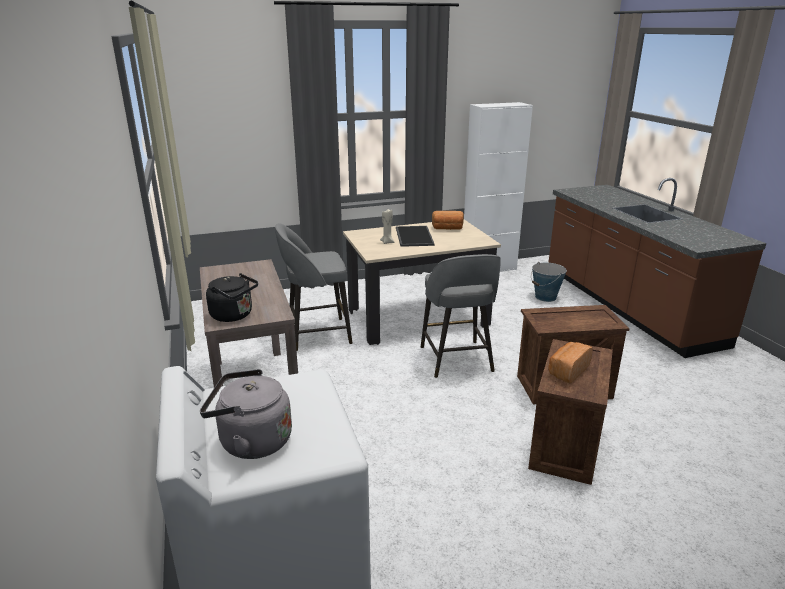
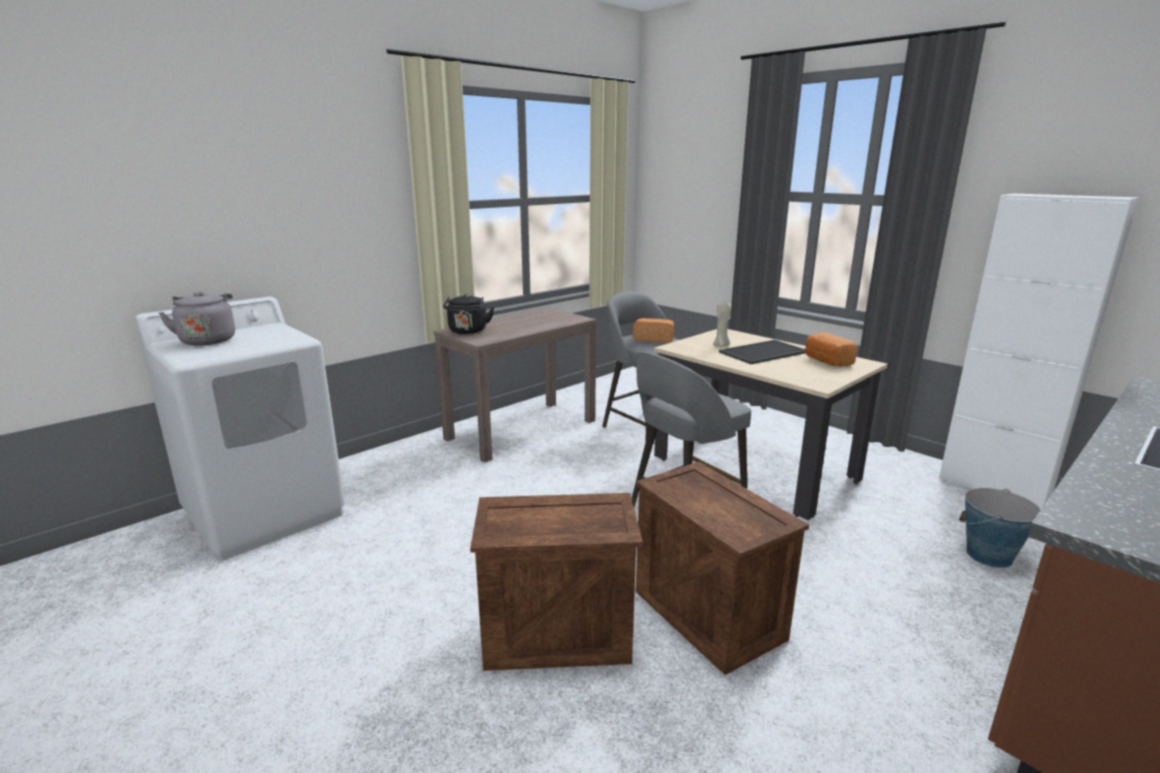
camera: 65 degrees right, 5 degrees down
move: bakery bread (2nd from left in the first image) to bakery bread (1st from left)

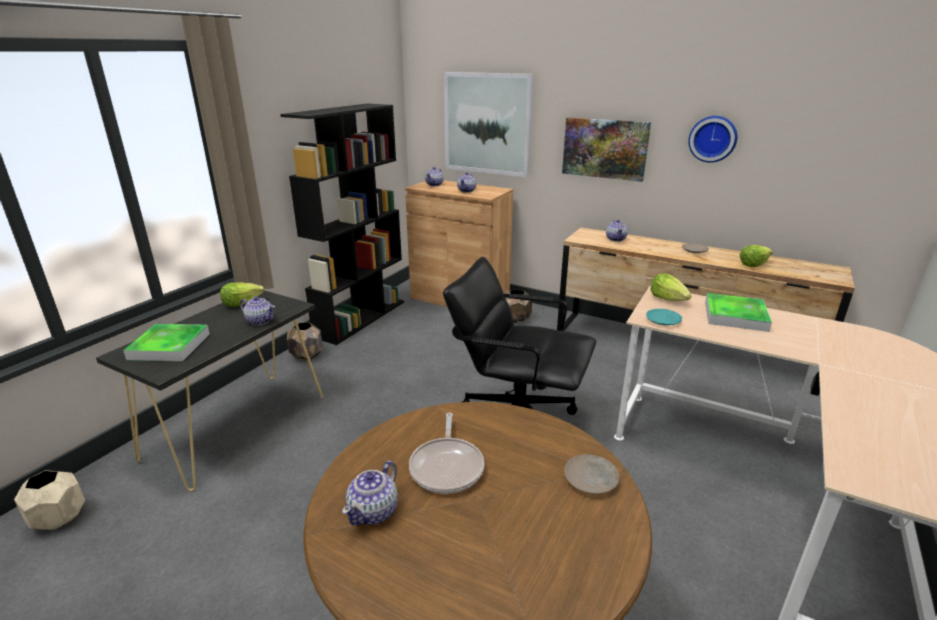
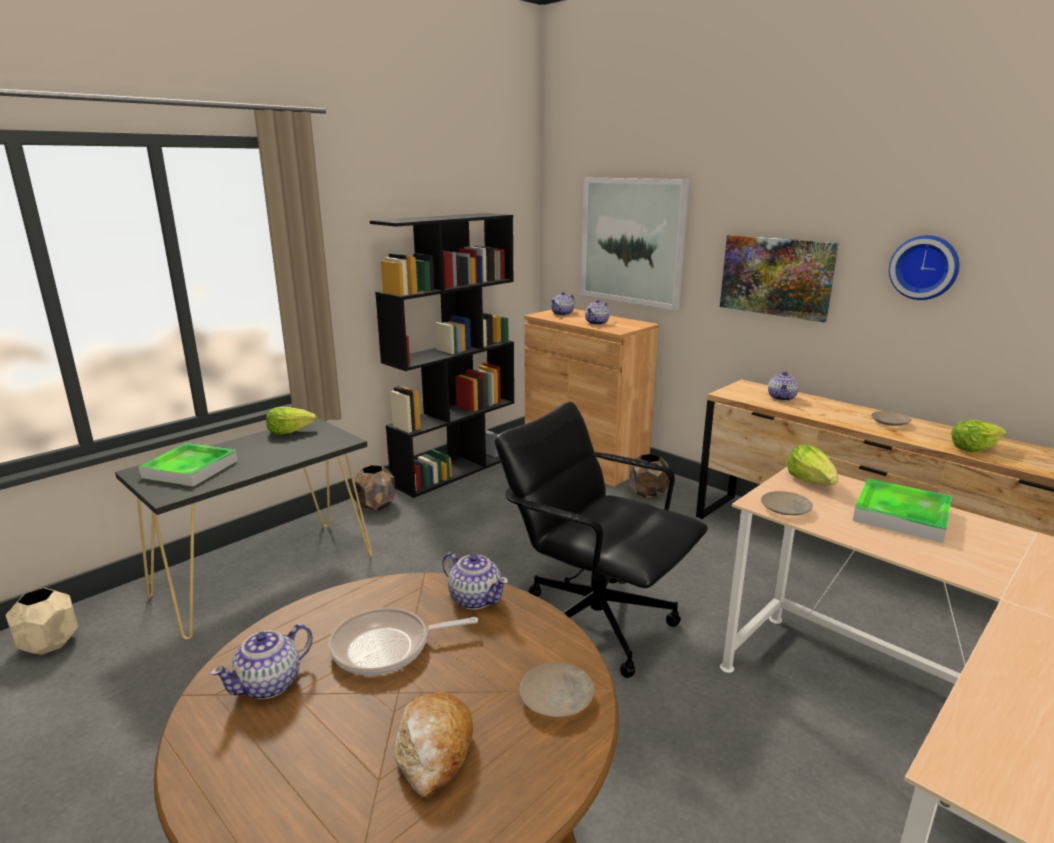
camera: 15 degrees right, 5 degrees down
insert: bakery bread
move: tea pot (1st from left in the first image) to tea pot (2nd from left)
recolor: turquoise-coloured dinner plate to beige dinner plate (2nd from left)
rotate: skillet 60 degrees clockwise

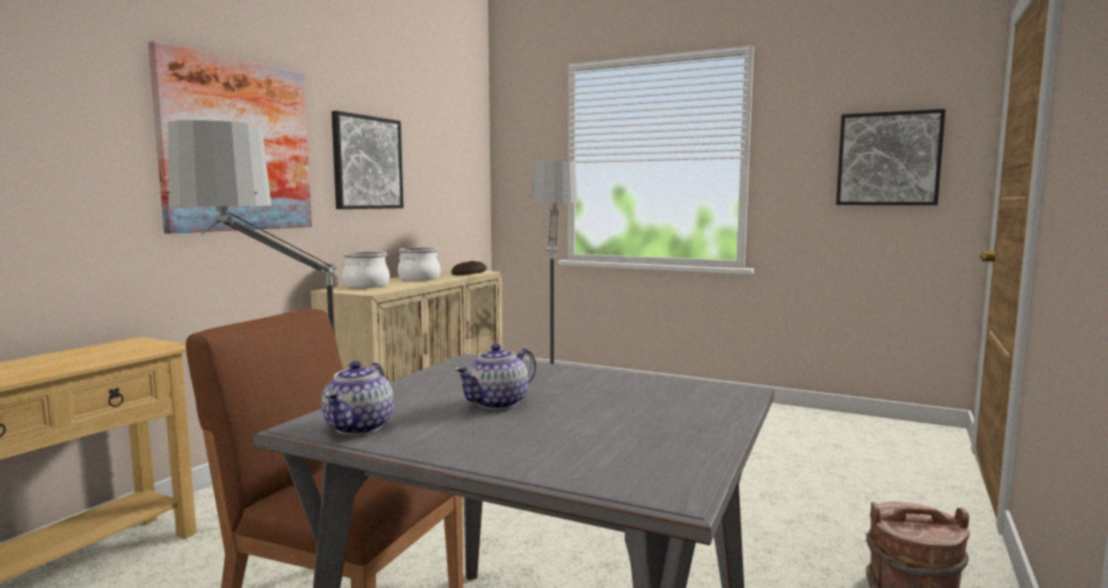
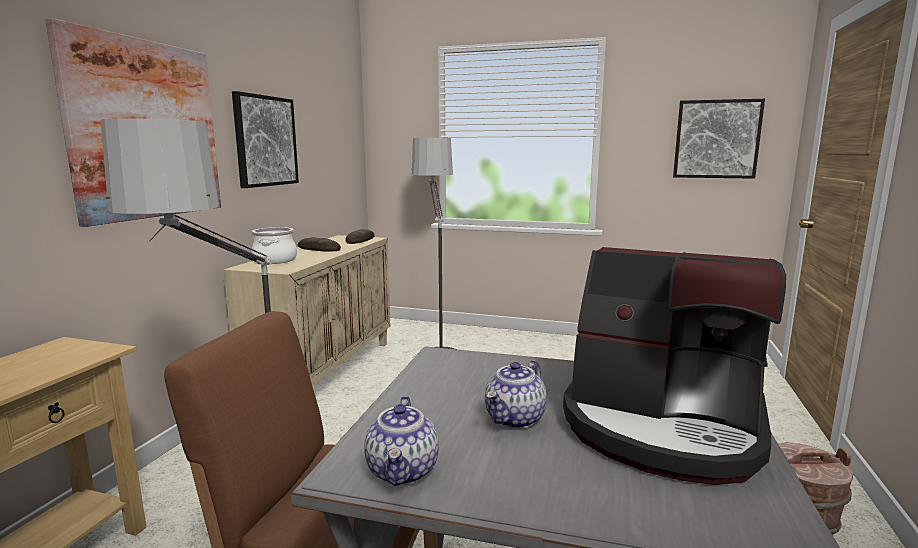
camera: 10 degrees left, 5 degrees up
insert: coffee machine
replace: stockpot (2nd from left) to bakery bread (1st from left)

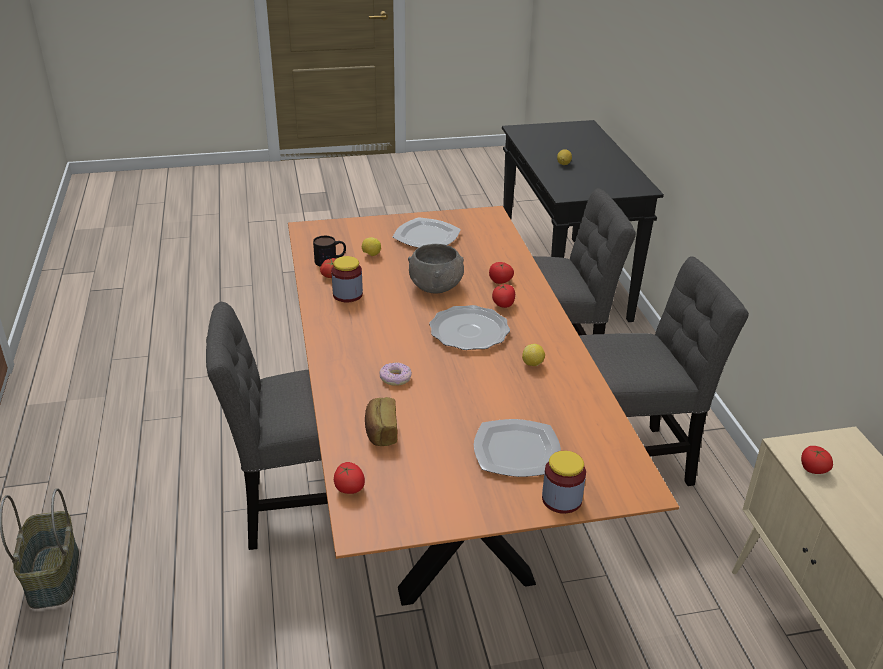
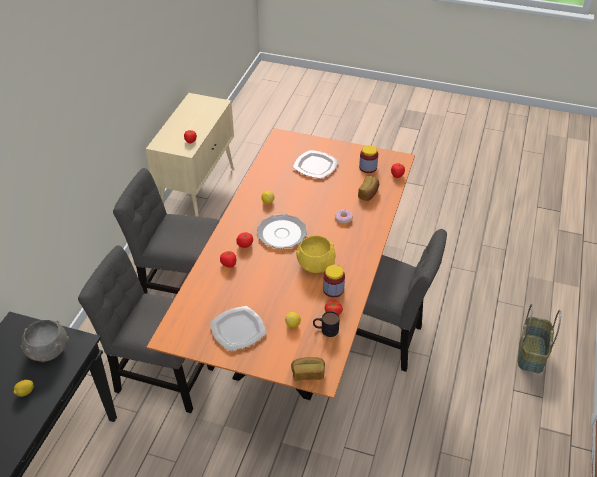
camera: 150 degrees left, 10 degrees up
insert: bakery bread (1st from left); yellowish deep dish
move: grey deep dish; jar (2nd from left)

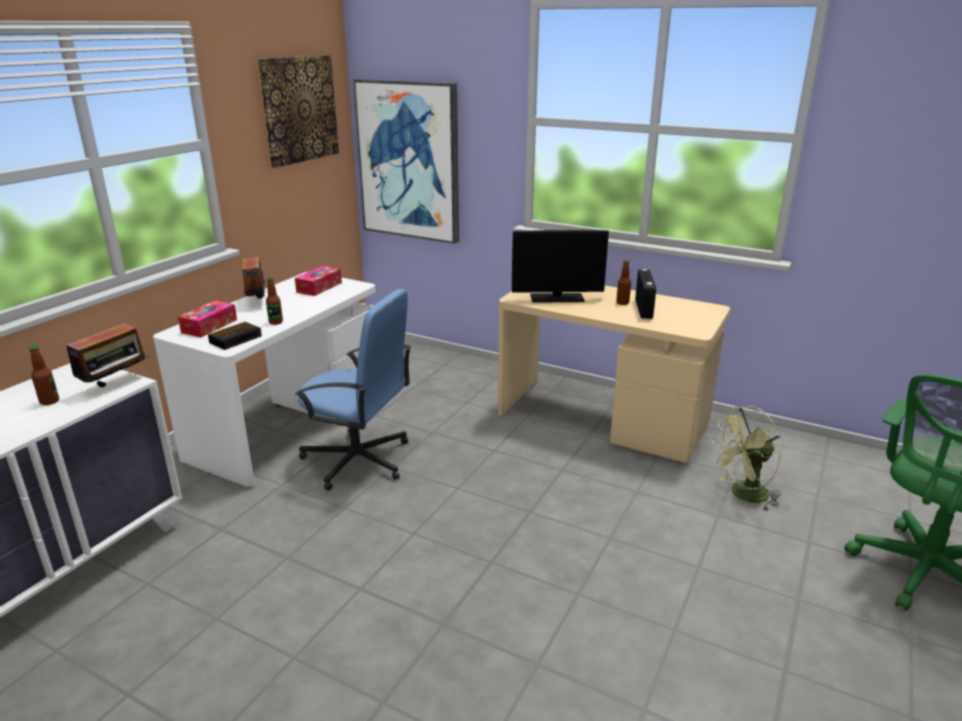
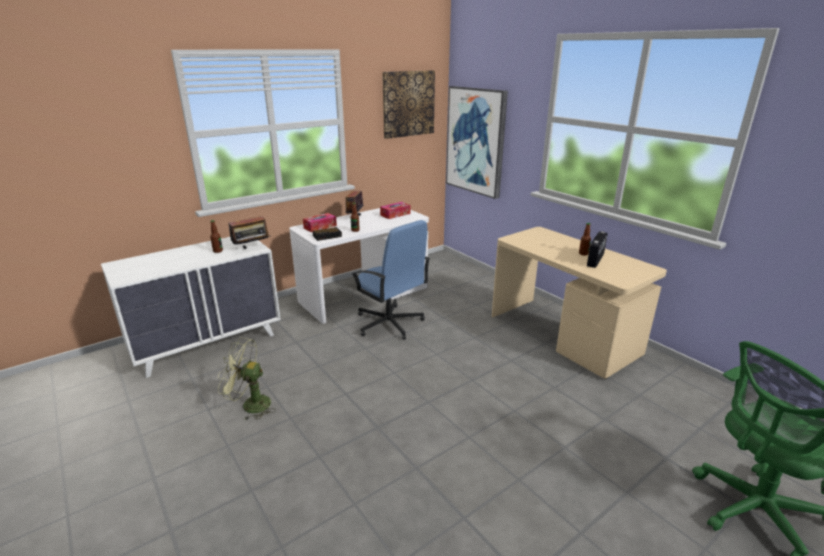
camera: 25 degrees right, 0 degrees up
delete: computer display
move: green-coloured cooling fan

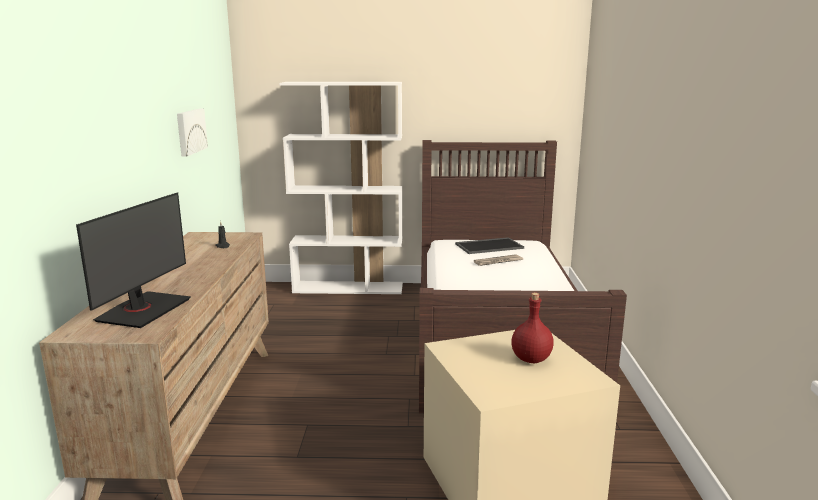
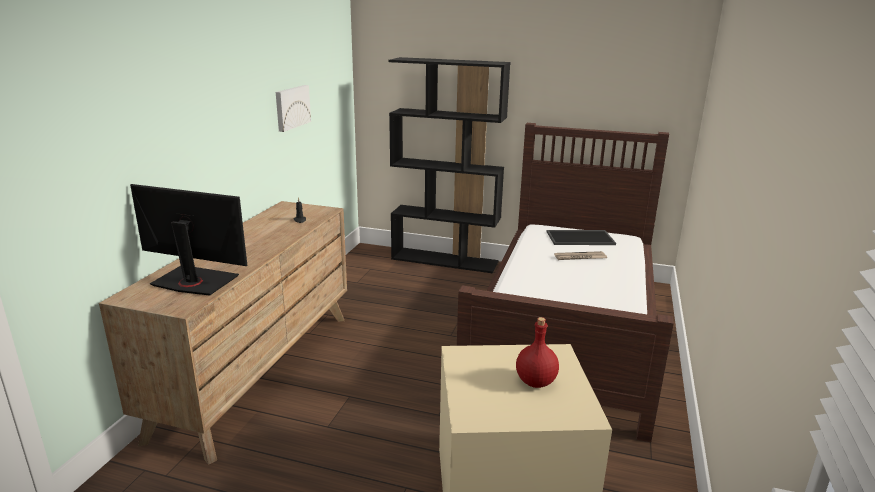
camera: 15 degrees right, 5 degrees up
recolor: whitish shelving unit to black-coloured shelving unit
rotate: computer display 105 degrees counterclockwise

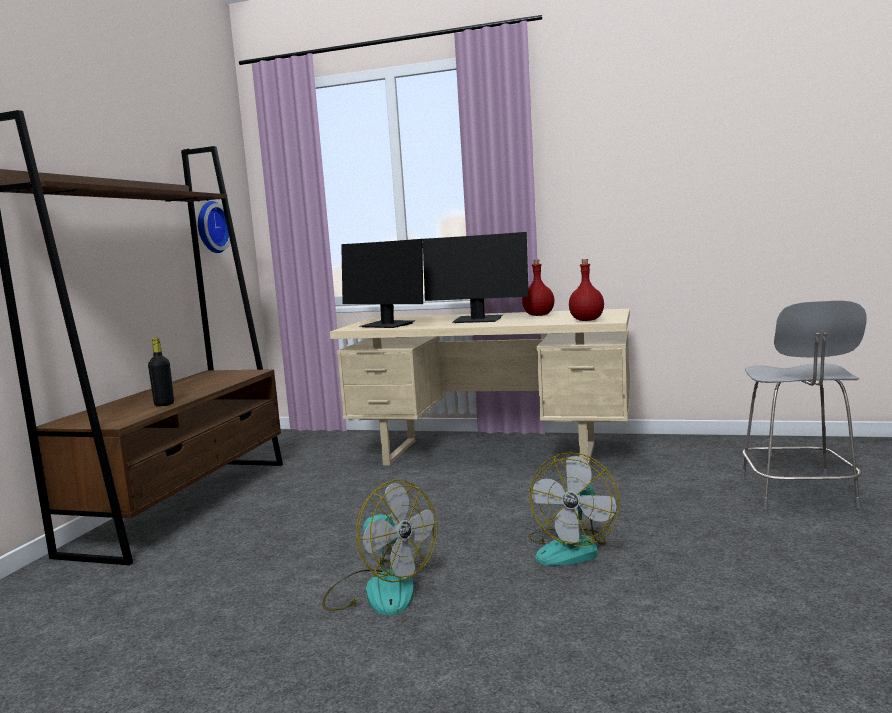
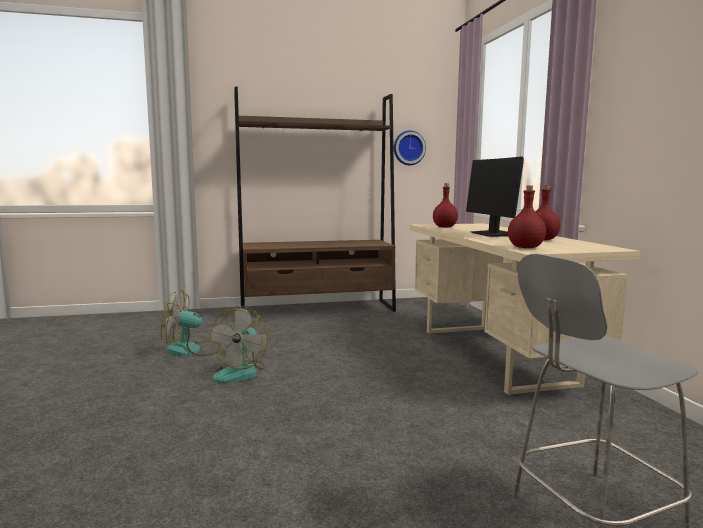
camera: 60 degrees right, 0 degrees up
delete: black-coloured bottle
move: cooling fan (2nd from left in the first image) to cooling fan (1st from left)
replace: computer display (1st from left) to red bottle (1st from left)

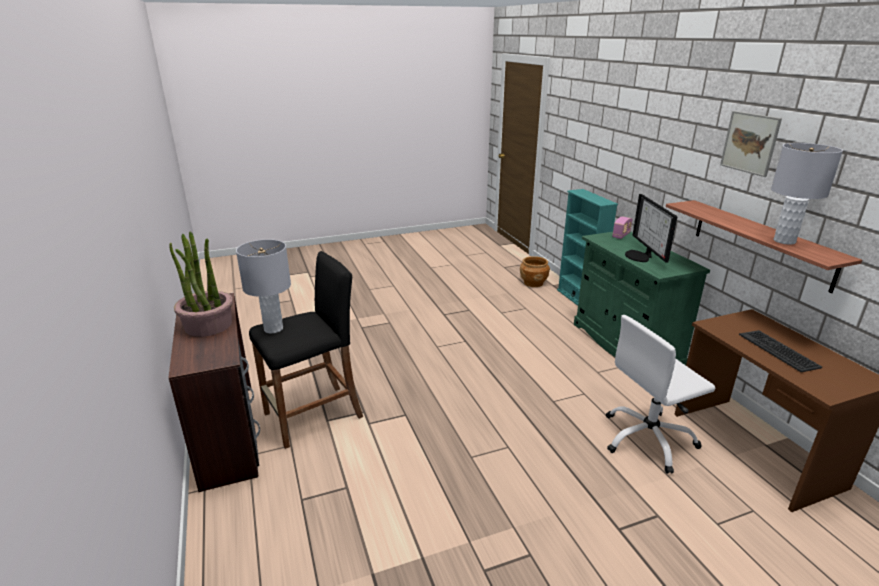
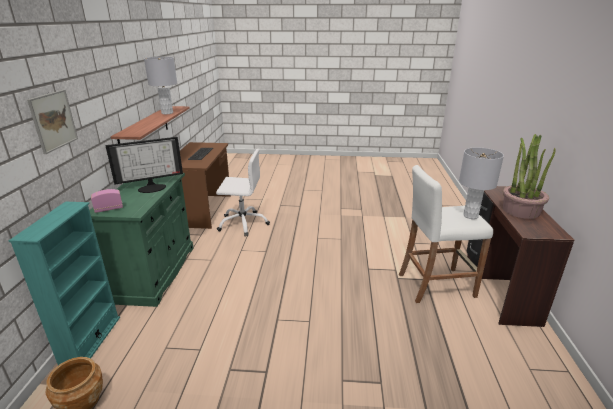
camera: 155 degrees left, 0 degrees up
move: wall picture
recolor: black-coloured sitting stool to whitish sitting stool
rotate: computer display 45 degrees clockwise

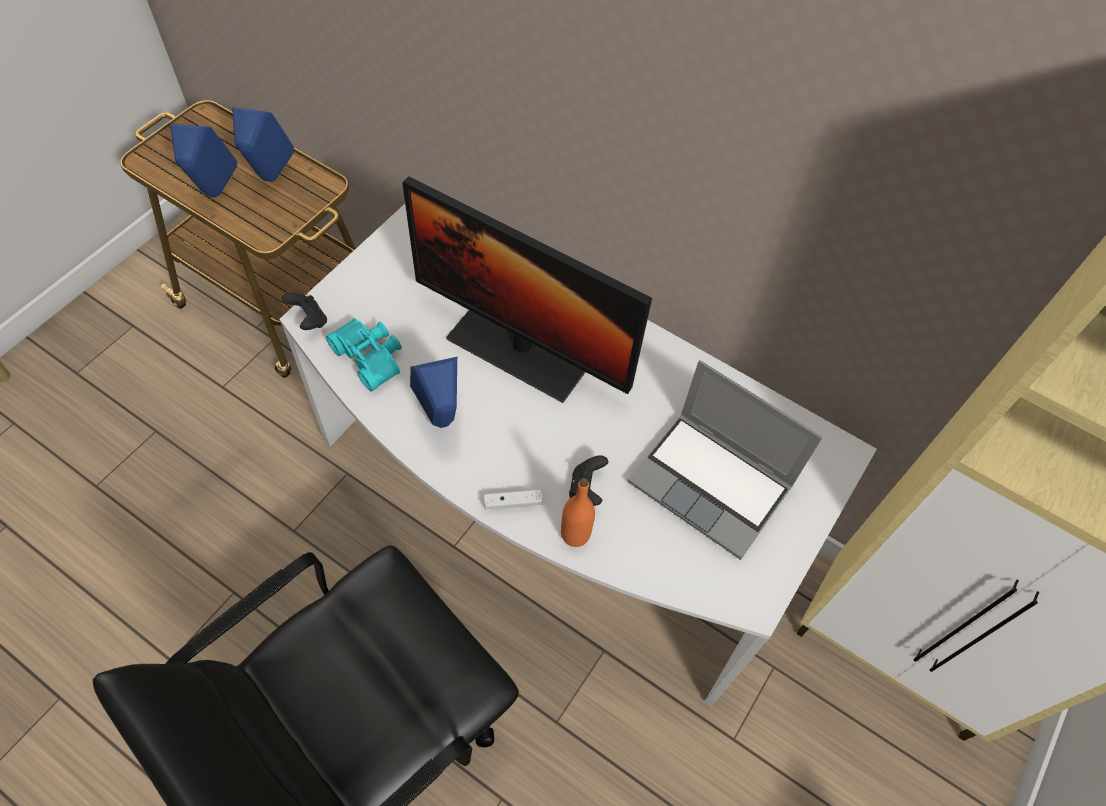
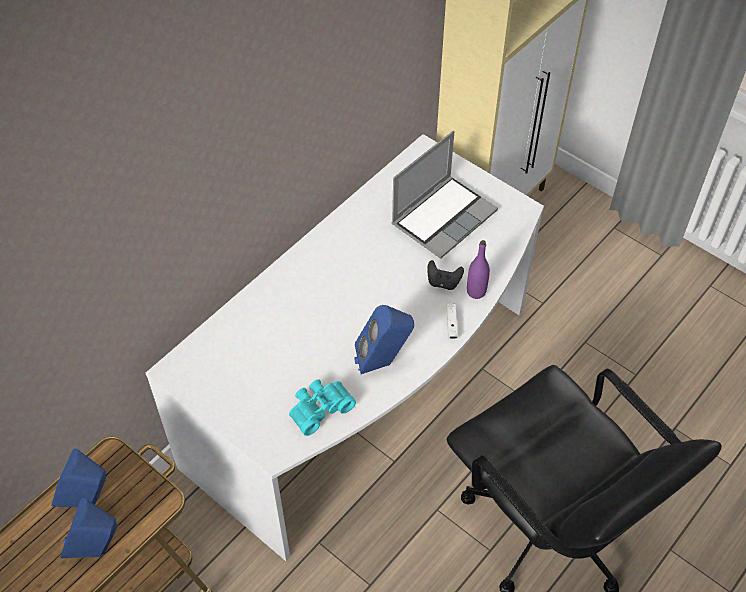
camera: 80 degrees left, 5 degrees down
delete: black-coloured gamepad (1st from left); computer display
recolor: orangey bottle to purplish bottle

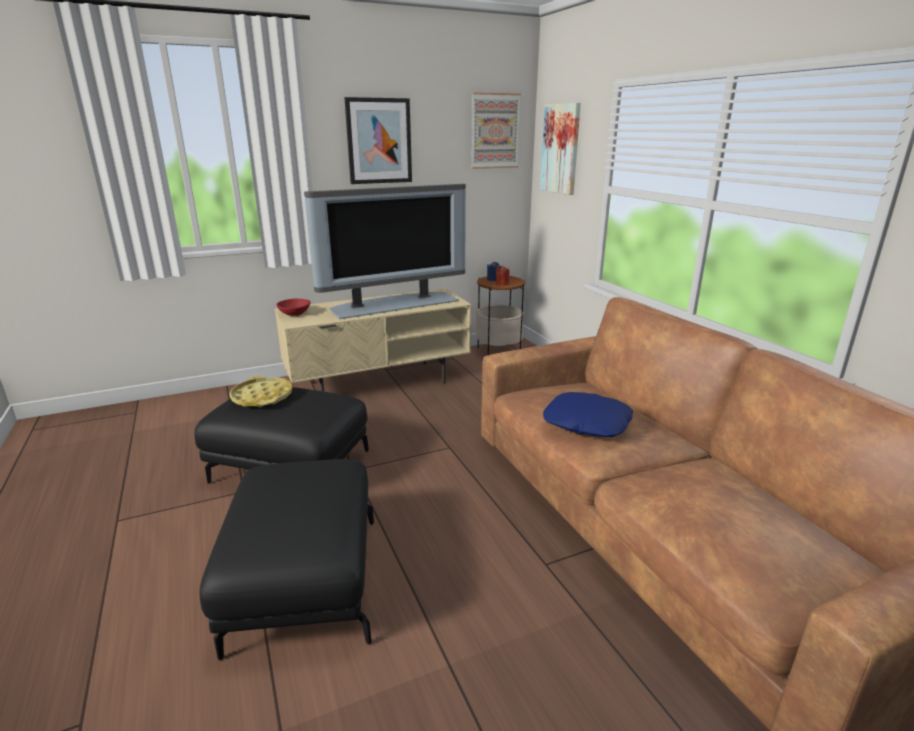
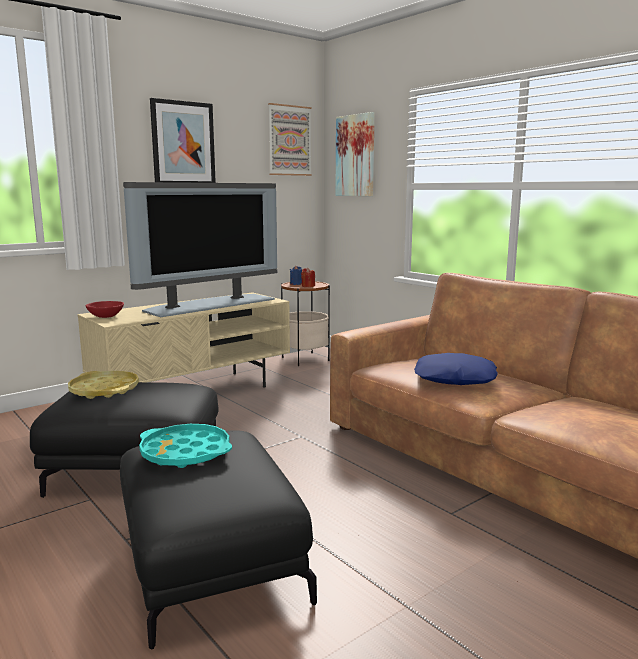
camera: 15 degrees left, 10 degrees down
insert: turquoise-coloured carrying tray

